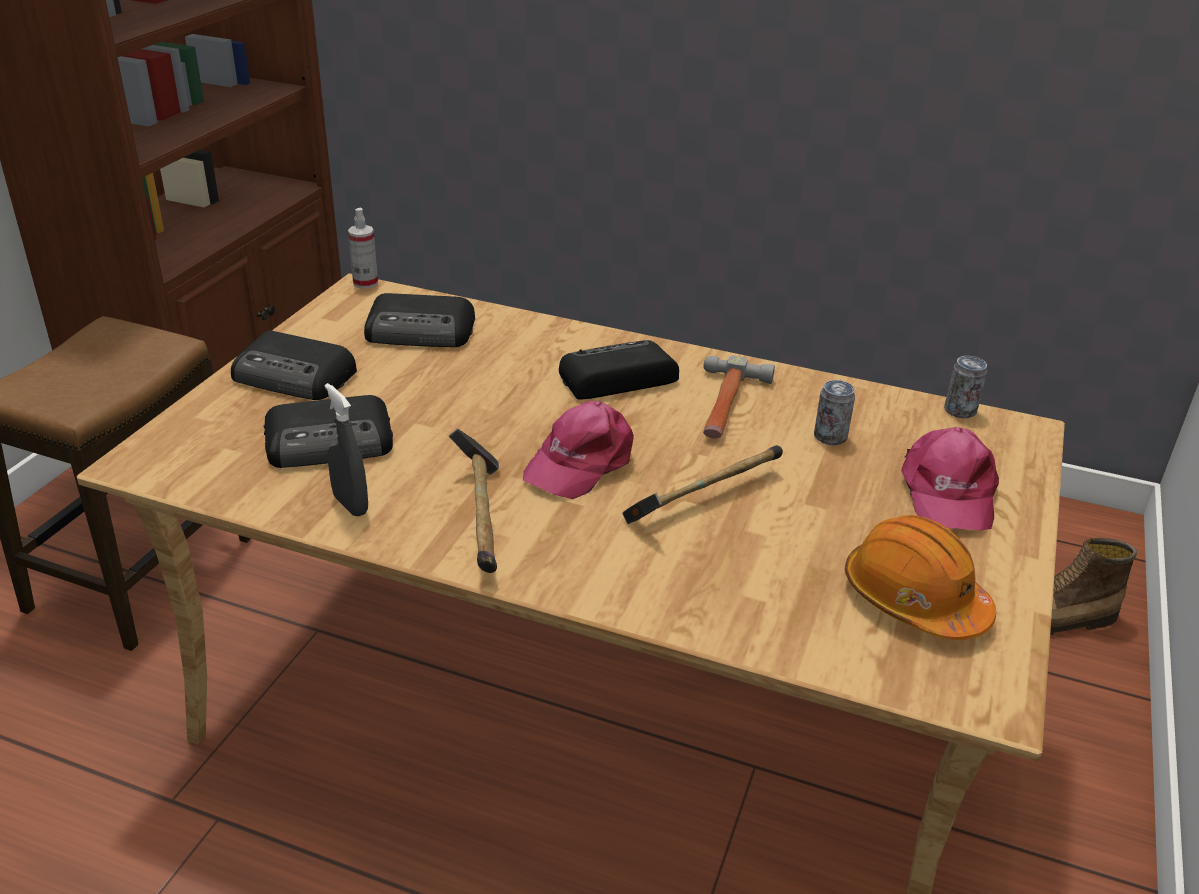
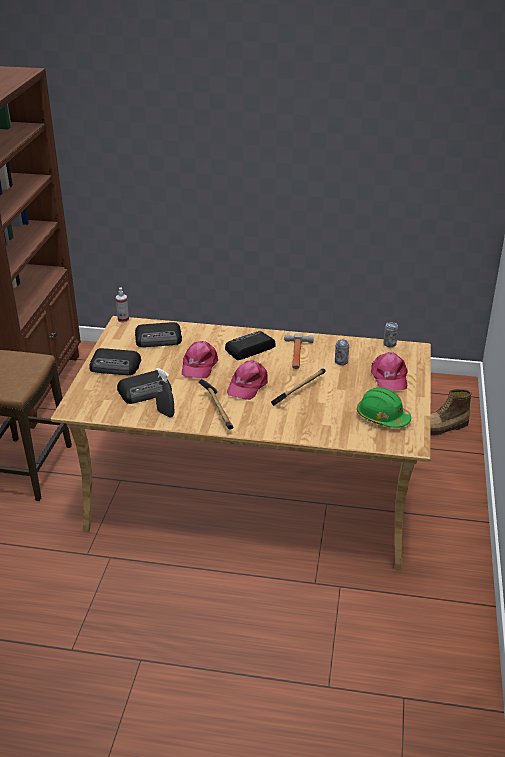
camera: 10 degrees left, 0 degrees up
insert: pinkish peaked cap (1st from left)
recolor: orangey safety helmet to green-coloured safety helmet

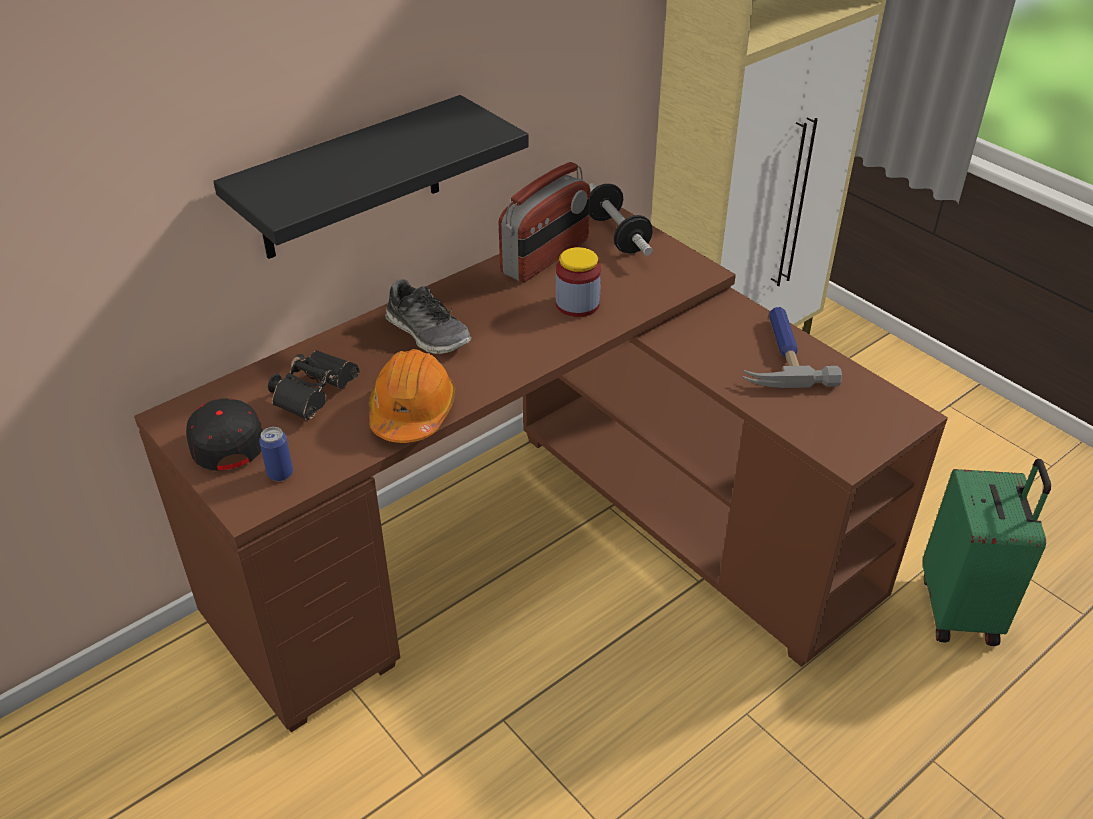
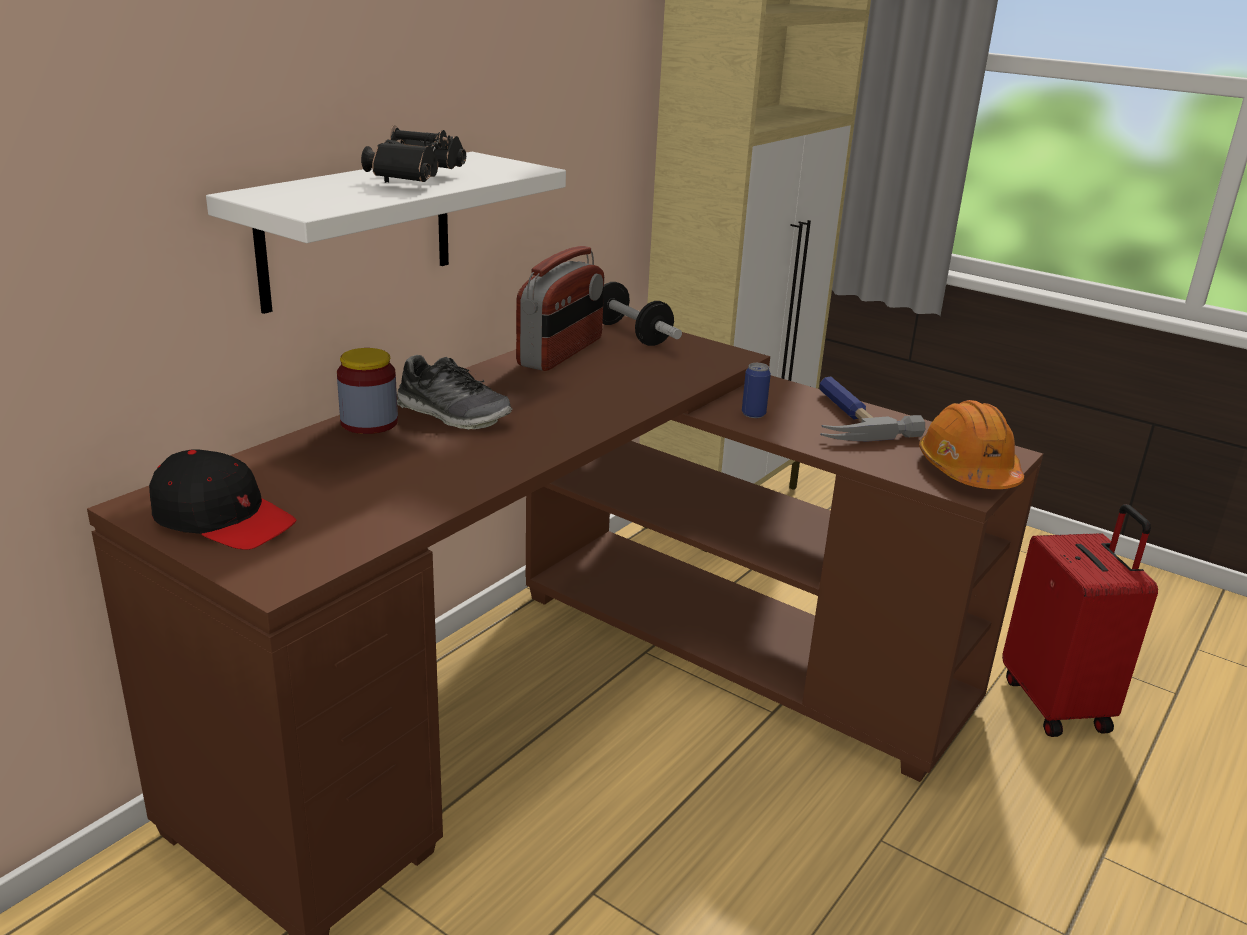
camera: 15 degrees left, 15 degrees down
move: jar; black-coloured pair of binoculars; can; orangey safety helmet
recolor: black-coloured shelf to whitish shelf; green-coloured travel case to red travel case
rotate: black-coloured peaked cap 150 degrees clockwise

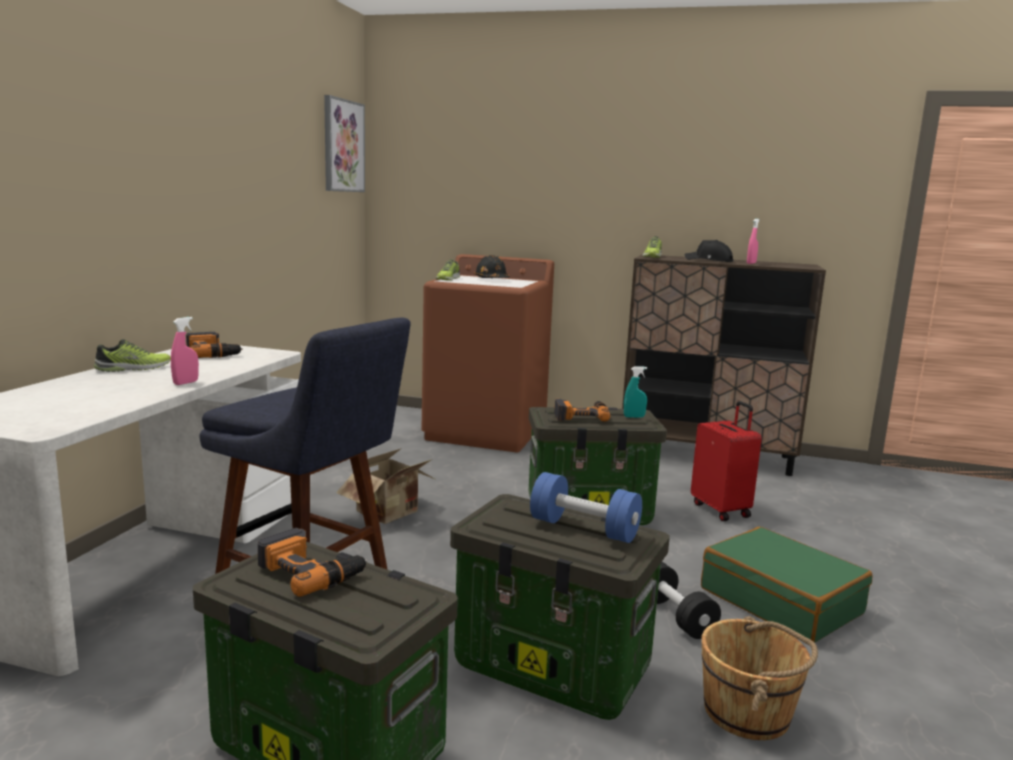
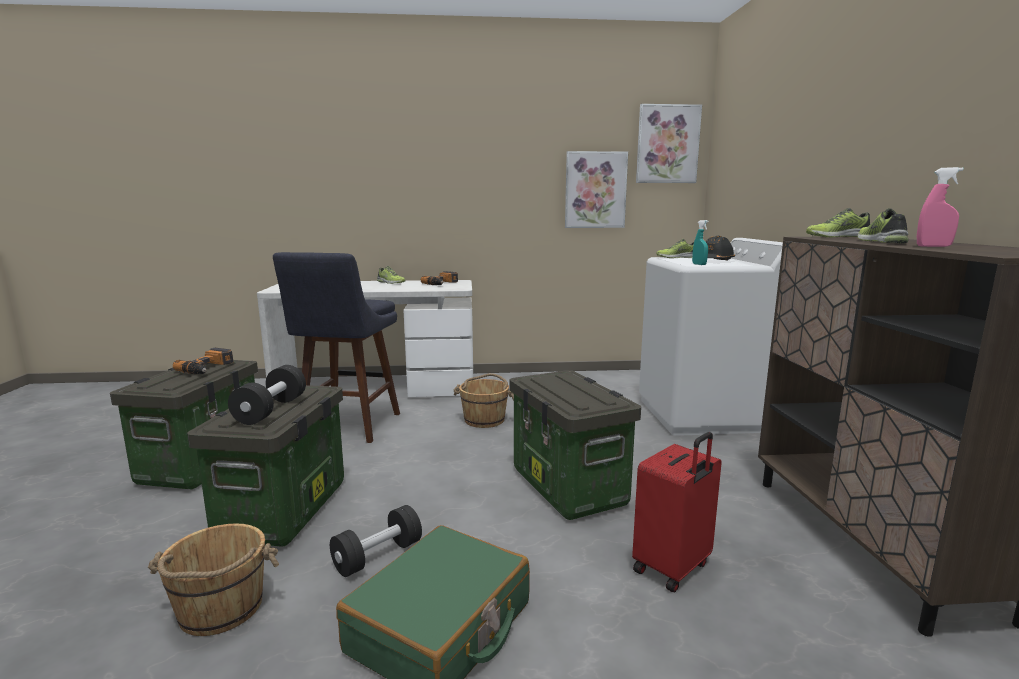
camera: 70 degrees right, 0 degrees up
delete: pinkish spray bottle (1st from left); electric drill (3rd from left)
insert: wall picture (1st from left)
move: turquoise-coloured spray bottle
replace: cardboard box to brown water bucket (2nd from left); black-coloured peaked cap to low shoe (4th from left)
recolor: bluish dumbbell to black-coloured dumbbell (1st from left); brown washing machine to whitish washing machine

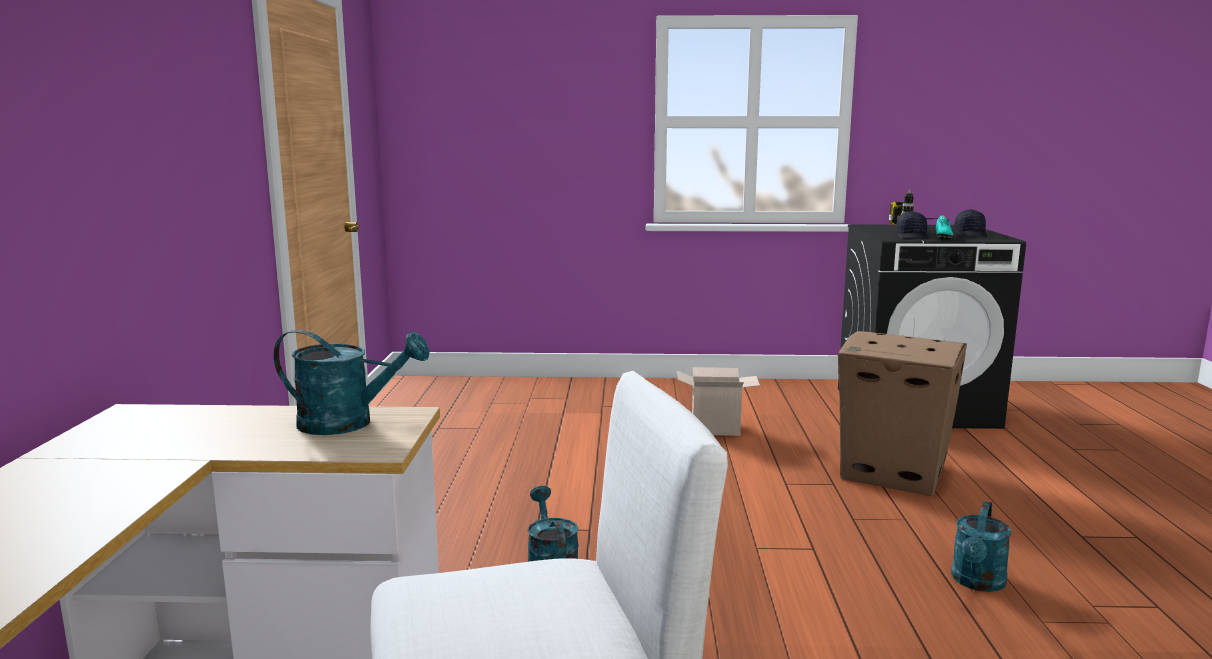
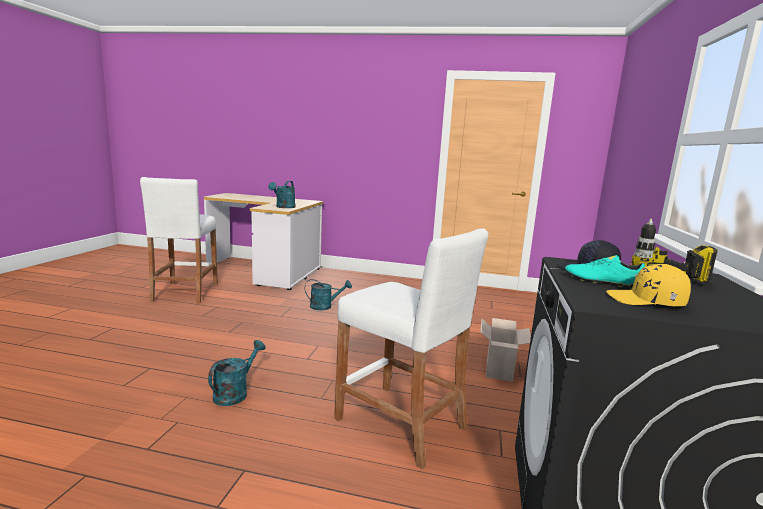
camera: 100 degrees right, 0 degrees up
replace: cardboard box (2nd from left) to whitish sitting stool (2nd from left)
recolor: black-coloured peaked cap (2nd from left) to yellowish peaked cap
rotate: turquoise-coloured watering pot (3rd from left in the first image) 75 degrees clockwise

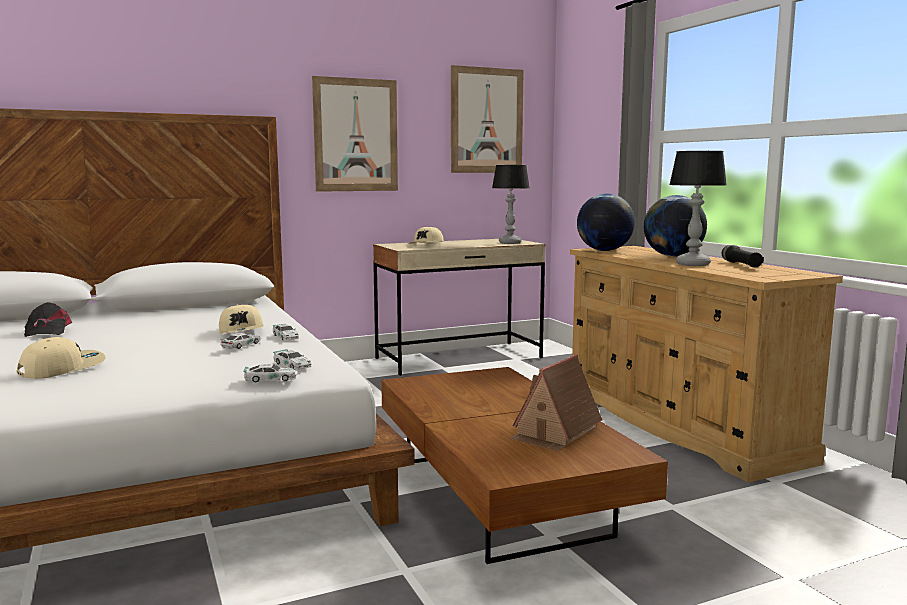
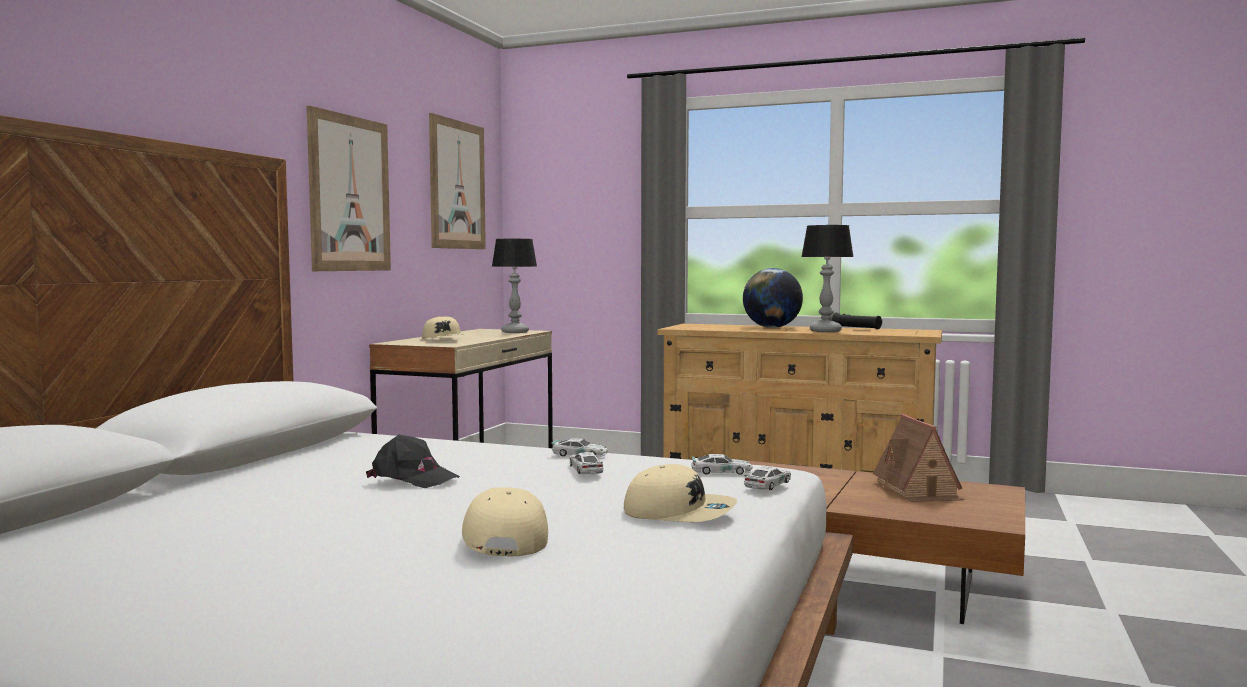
camera: 45 degrees left, 5 degrees down
delete: desk globe (1st from left)
move: black-coloured peaked cap; beige peaked cap (2nd from left in the first image) to beige peaked cap (3rd from left)

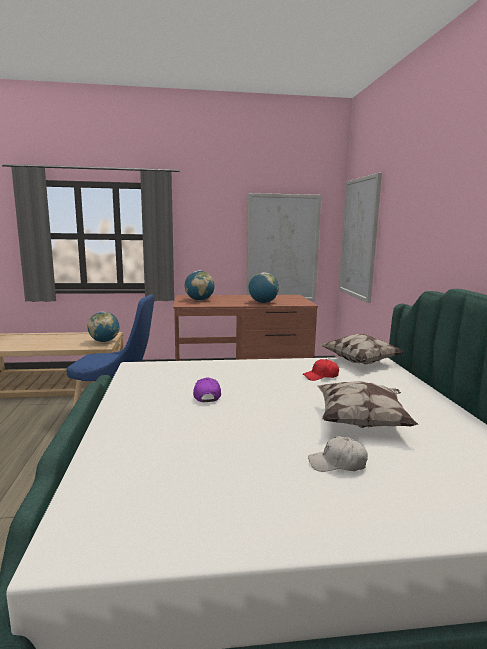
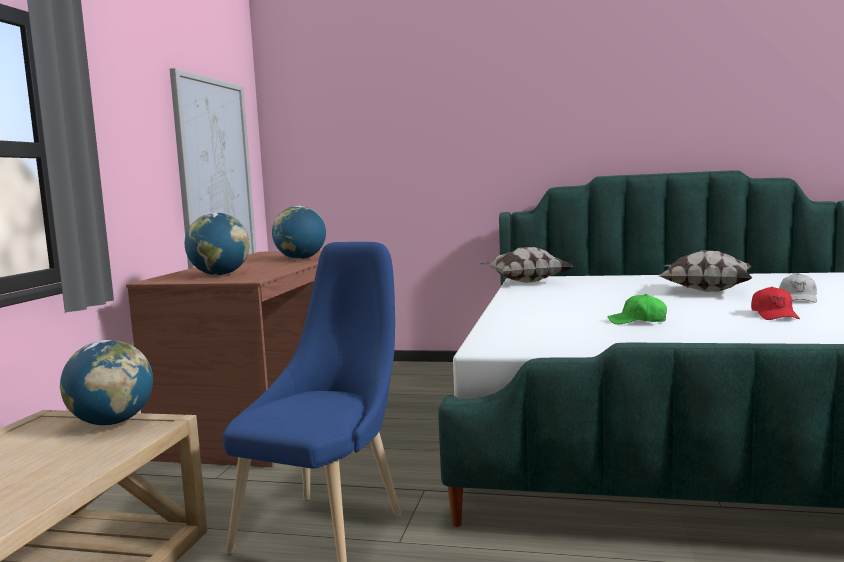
camera: 70 degrees left, 5 degrees down
delete: wall picture (2nd from left)
move: red peaked cap
recolor: purplish peaked cap to green-coloured peaked cap

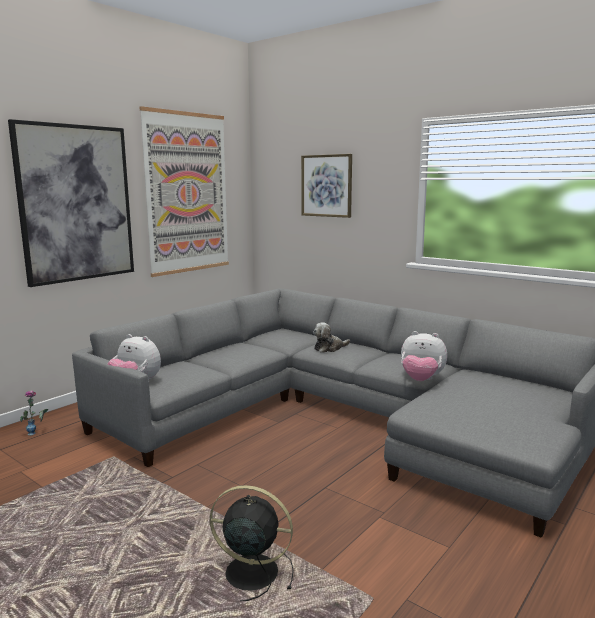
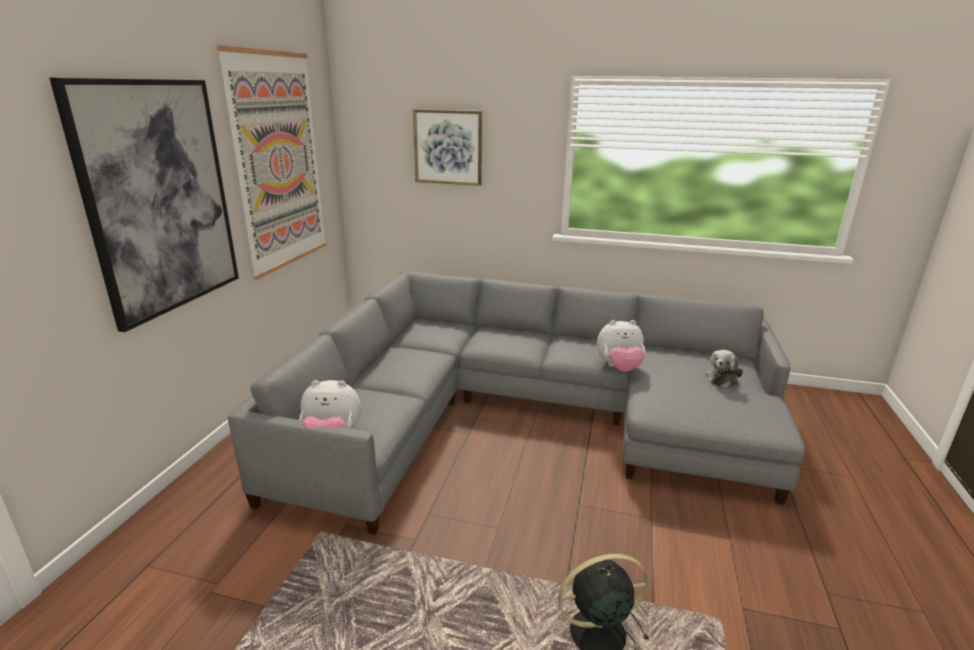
camera: 25 degrees left, 10 degrees up
delete: flower vase
move: plush toy (2nd from left in the first image) to plush toy (3rd from left)

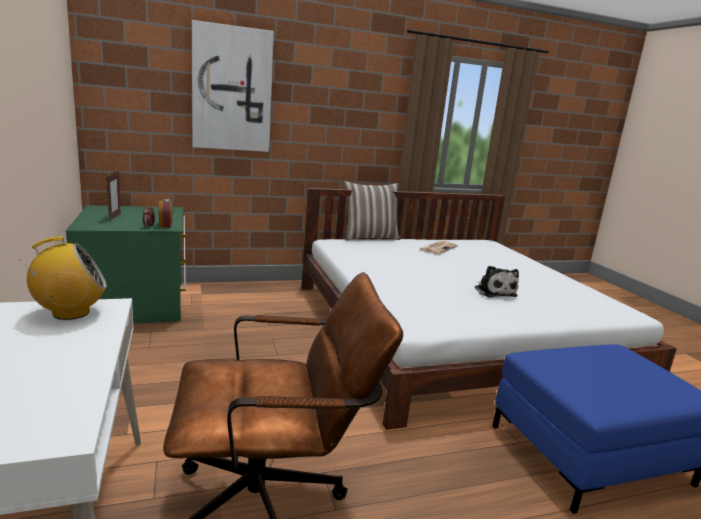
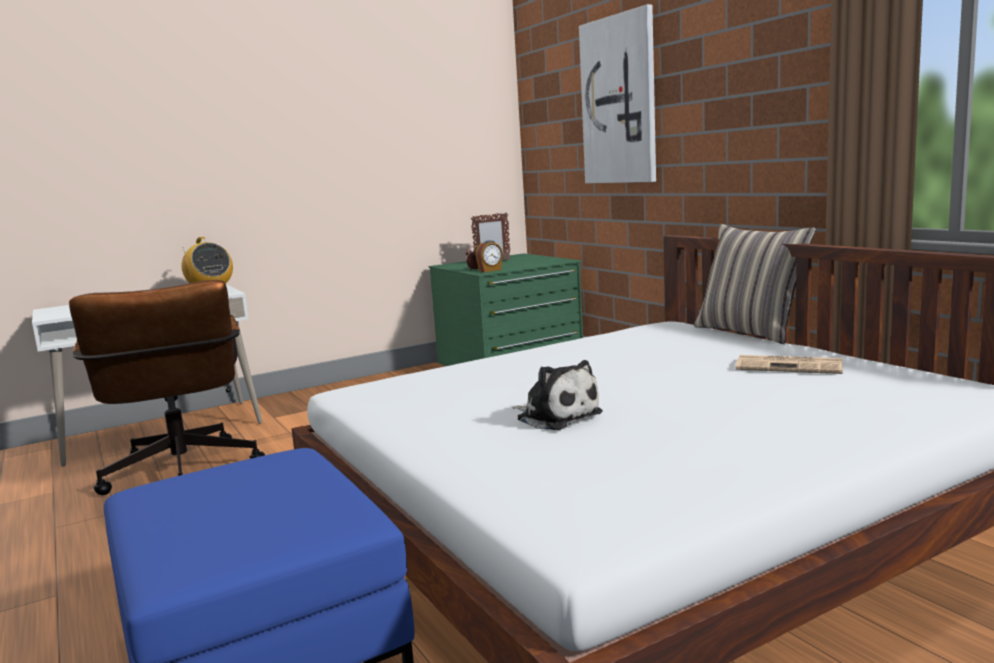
camera: 80 degrees right, 5 degrees down
rotate: plush toy 105 degrees counterclockwise

